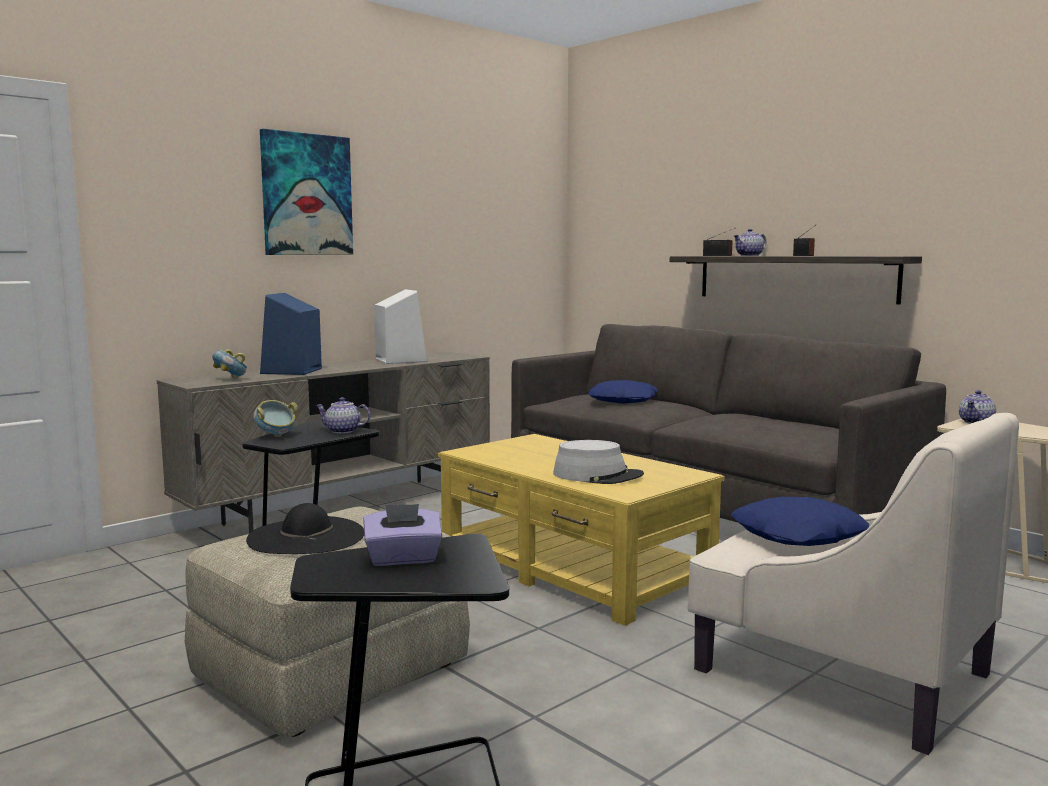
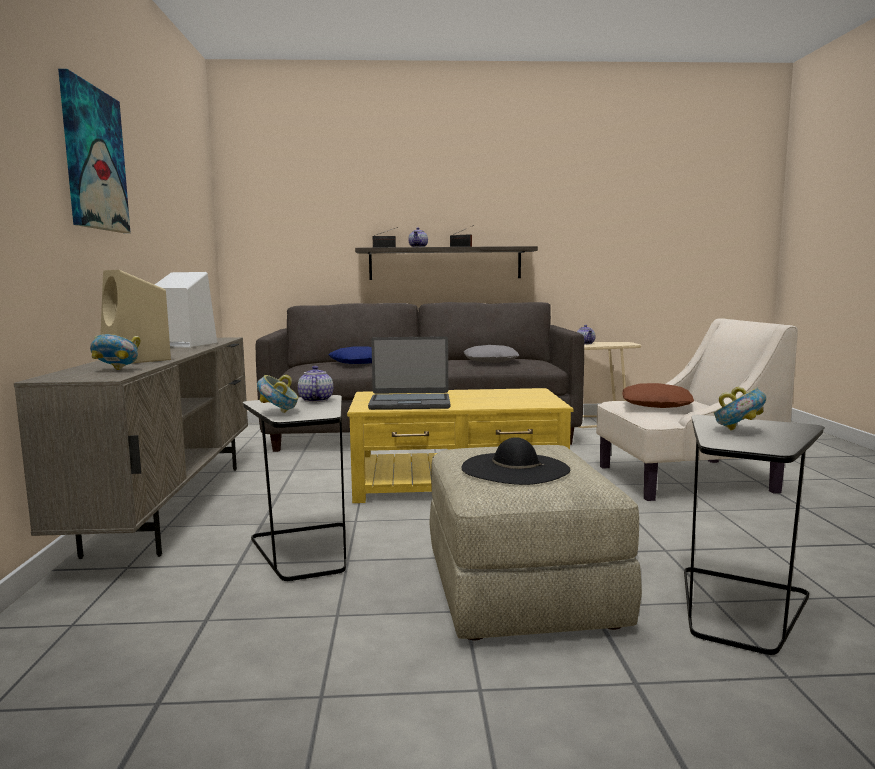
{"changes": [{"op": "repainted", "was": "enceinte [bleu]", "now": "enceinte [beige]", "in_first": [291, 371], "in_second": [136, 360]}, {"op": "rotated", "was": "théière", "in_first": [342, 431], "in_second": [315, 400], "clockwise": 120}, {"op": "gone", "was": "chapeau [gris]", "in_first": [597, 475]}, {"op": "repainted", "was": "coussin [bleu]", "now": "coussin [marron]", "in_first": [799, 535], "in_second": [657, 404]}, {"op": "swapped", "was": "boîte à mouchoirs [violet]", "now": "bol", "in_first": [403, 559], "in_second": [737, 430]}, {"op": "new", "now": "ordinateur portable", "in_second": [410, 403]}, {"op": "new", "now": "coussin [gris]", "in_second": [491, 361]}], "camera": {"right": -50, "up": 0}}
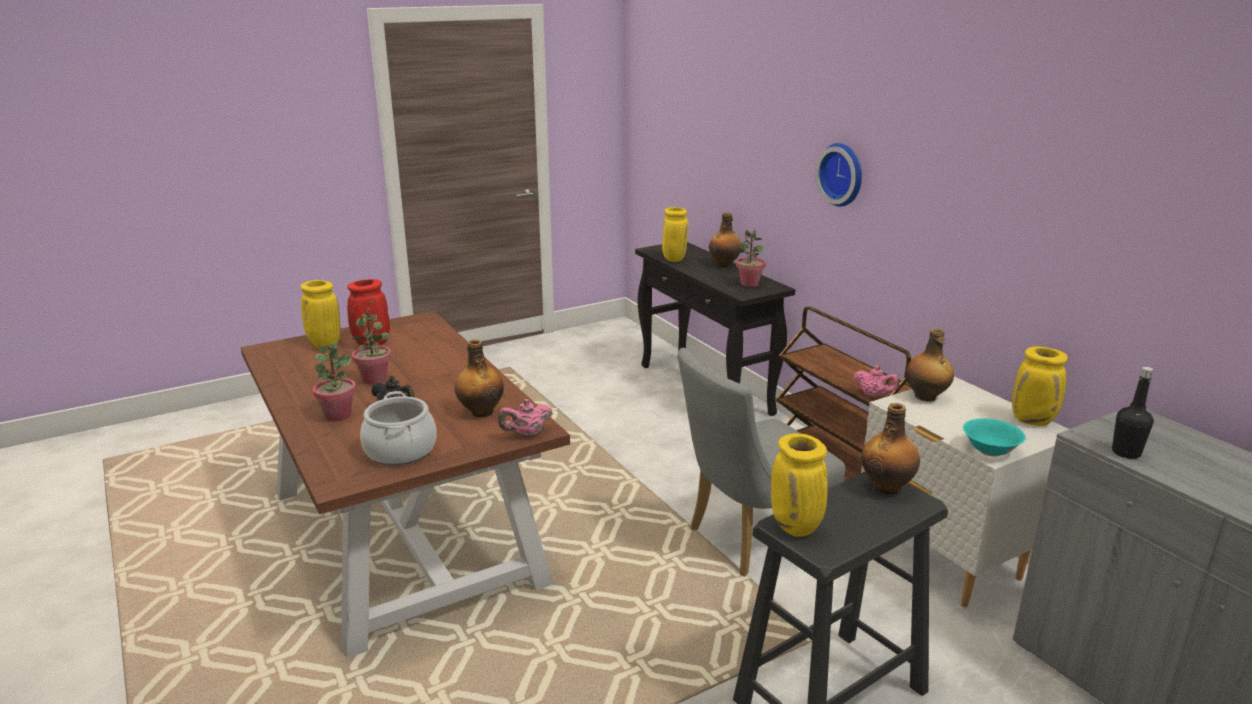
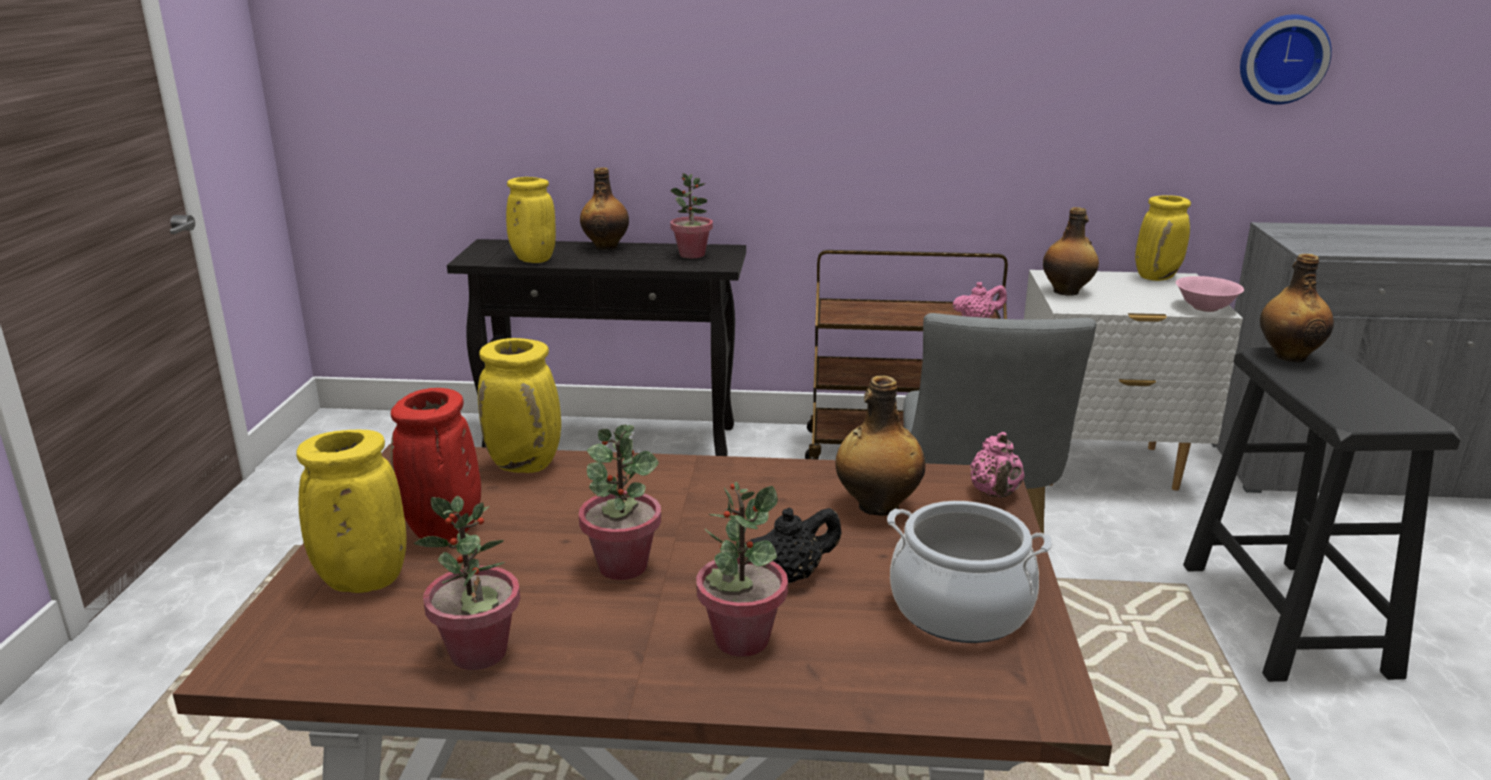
{"changes": [{"op": "shifted", "was": "horloge murale", "in_first": [843, 174], "in_second": [1282, 59]}, {"op": "gone", "was": "bouteille [noir]", "in_first": [1126, 453]}, {"op": "repainted", "was": "bol [turquoise]", "now": "bol [rose]", "in_first": [990, 450], "in_second": [1205, 307]}, {"op": "shifted", "was": "vase [jaune]", "in_first": [796, 528], "in_second": [527, 465]}, {"op": "new", "now": "plante en pot", "in_second": [479, 653]}], "camera": {"right": -55, "up": 0}}
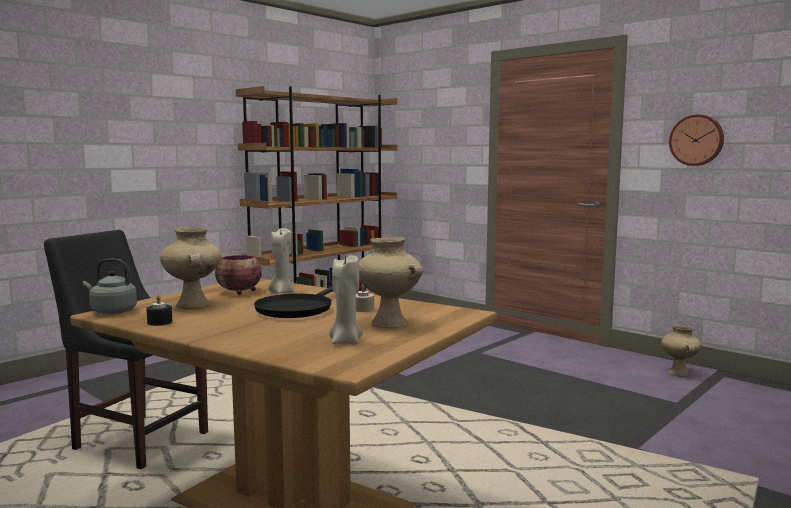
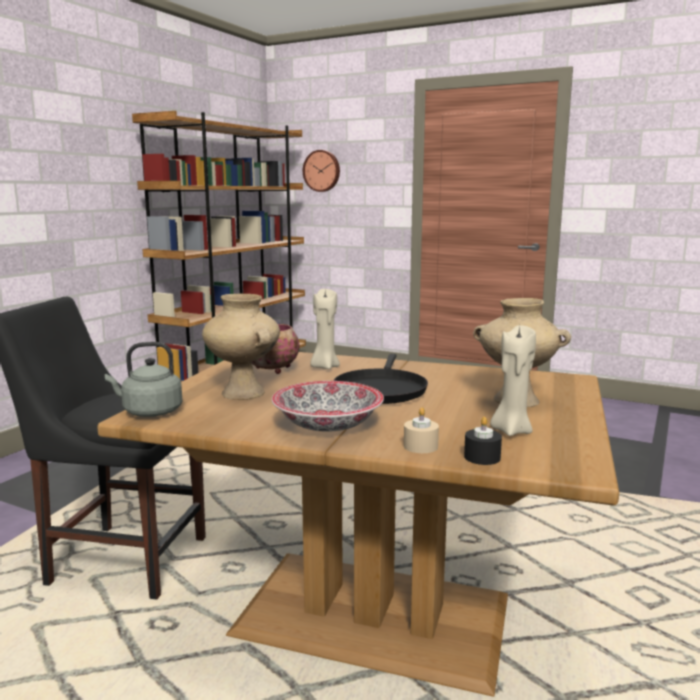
{"changes": [{"op": "shifted", "was": "horloge murale", "in_first": [697, 140], "in_second": [322, 171]}, {"op": "shifted", "was": "bougie [beige]", "in_first": [363, 309], "in_second": [420, 446]}, {"op": "shifted", "was": "bougie [noir]", "in_first": [159, 322], "in_second": [482, 457]}, {"op": "gone", "was": "vase [beige]", "in_first": [679, 373]}, {"op": "new", "now": "bol", "in_second": [328, 425]}], "camera": {"right": -15, "up": 5}}
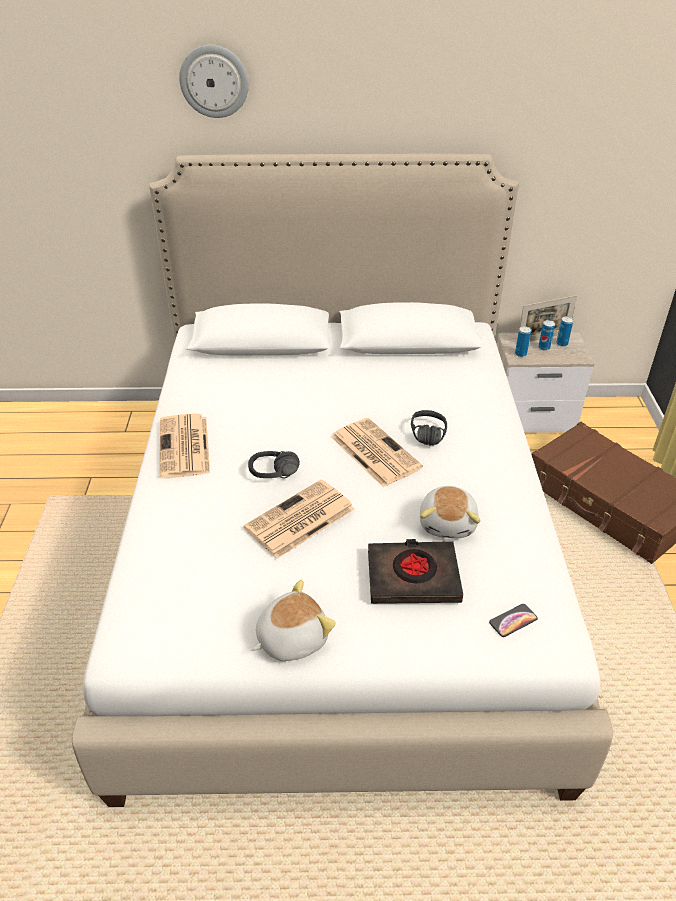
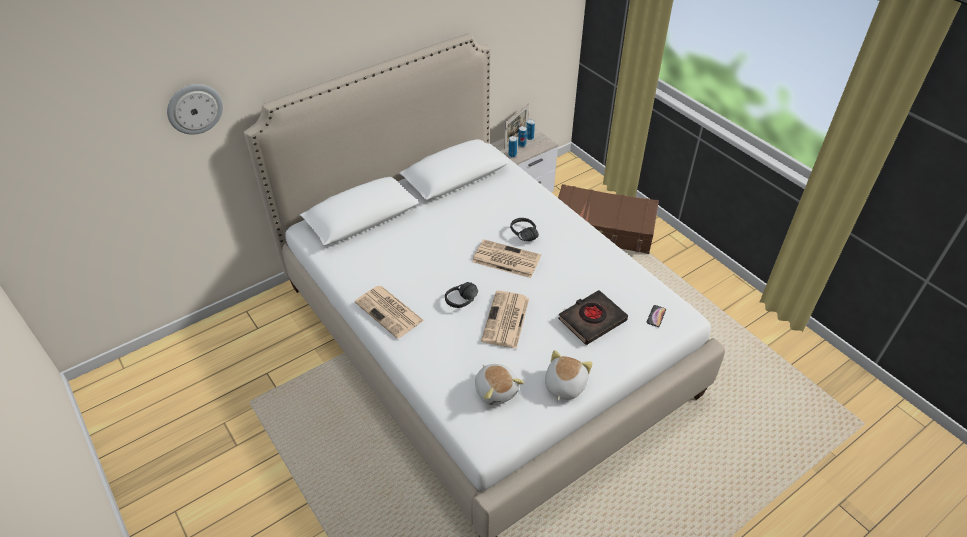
{"changes": [{"op": "shifted", "was": "horloge murale", "in_first": [214, 81], "in_second": [194, 108]}, {"op": "shifted", "was": "peluche", "in_first": [448, 523], "in_second": [496, 390]}], "camera": {"right": -35, "up": 5}}
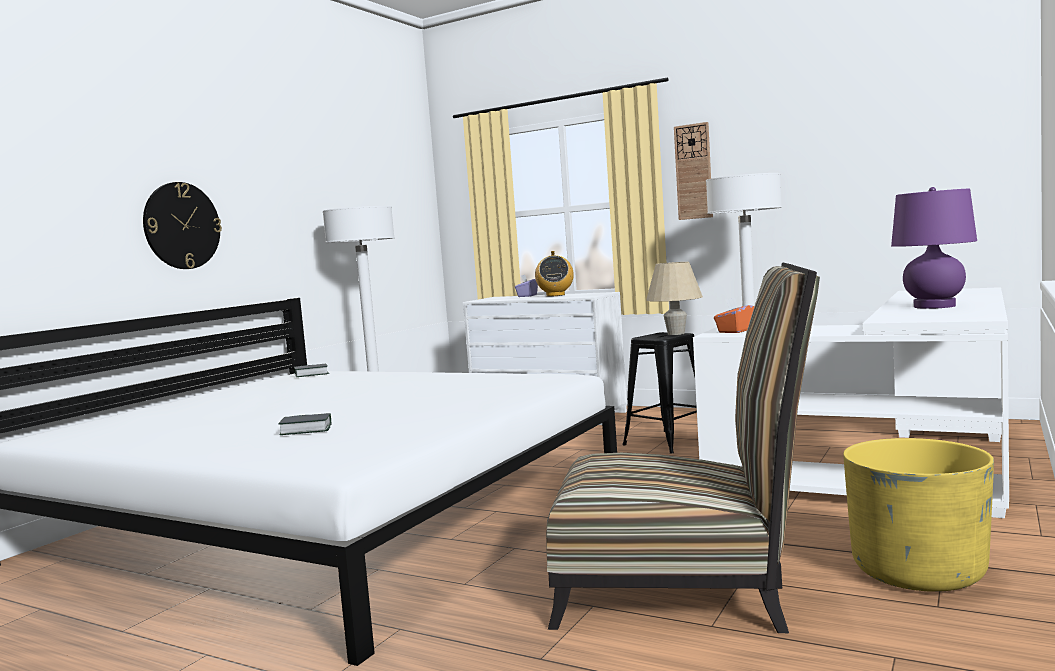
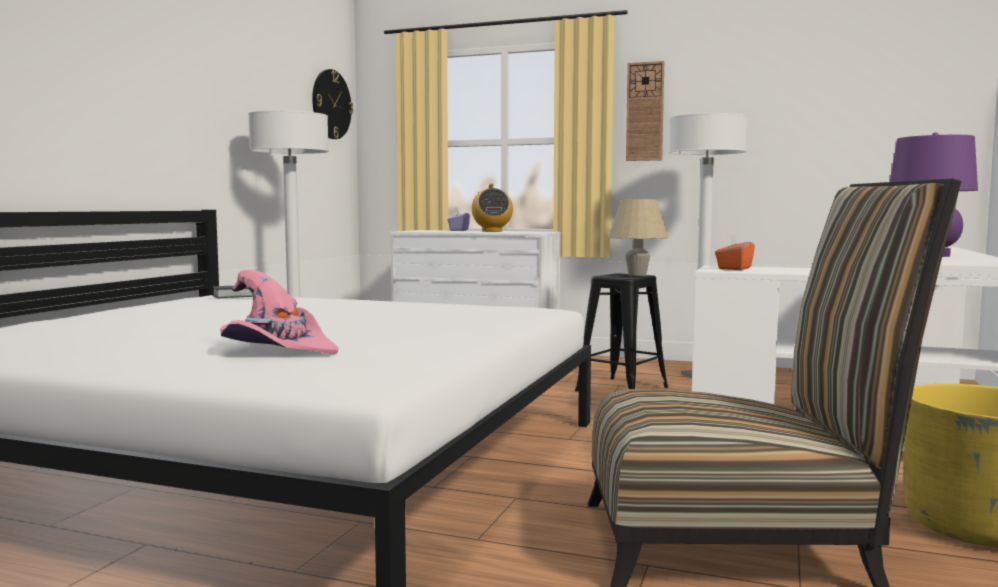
{"changes": [{"op": "shifted", "was": "horloge murale", "in_first": [182, 226], "in_second": [331, 104]}, {"op": "swapped", "was": "livre", "now": "chapeau [rose]", "in_first": [306, 430], "in_second": [278, 350]}], "camera": {"right": -10, "up": 0}}
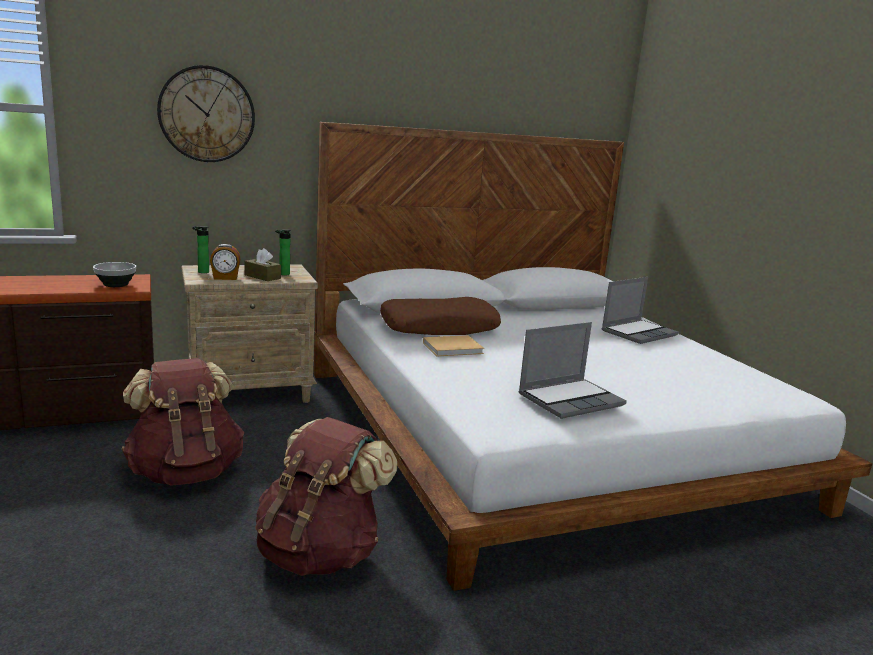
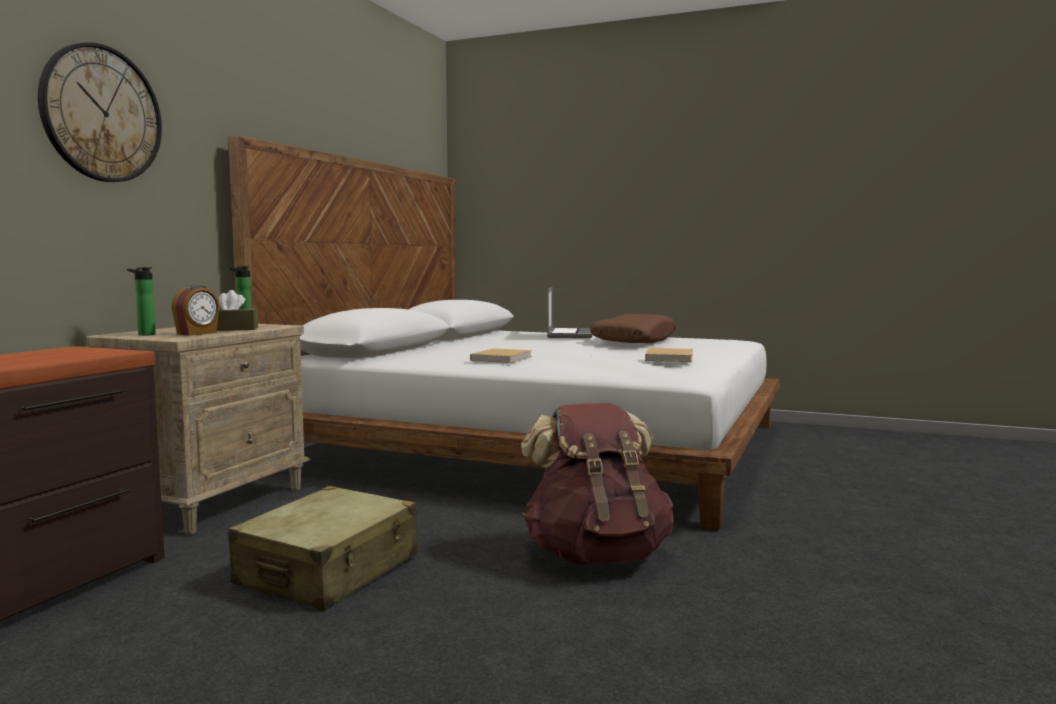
{"changes": [{"op": "gone", "was": "bol", "in_first": [115, 284]}, {"op": "shifted", "was": "coussin [marron]", "in_first": [439, 328], "in_second": [633, 341]}, {"op": "swapped", "was": "ordinateur portable", "now": "livre [beige]", "in_first": [571, 399], "in_second": [669, 357]}, {"op": "swapped", "was": "sac à dos [marron]", "now": "valise [beige]", "in_first": [185, 472], "in_second": [329, 571]}], "camera": {"right": -45, "up": -10}}
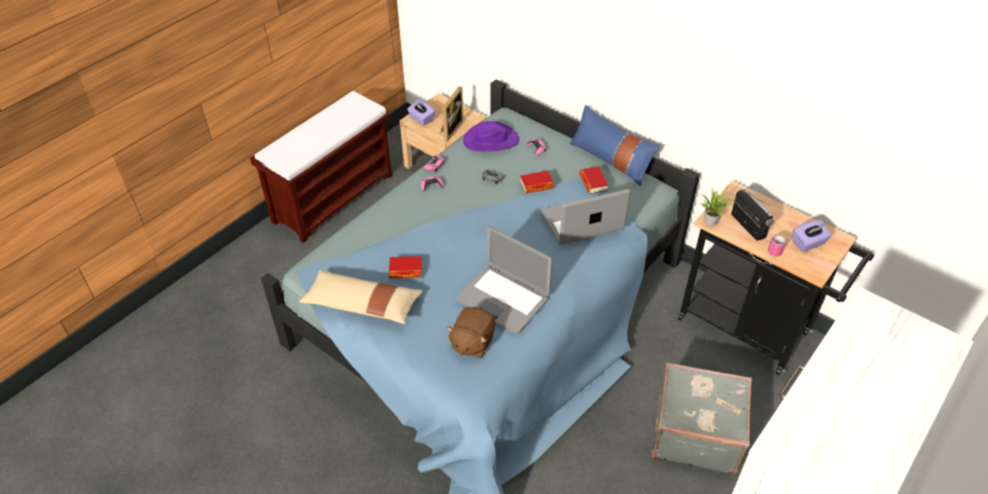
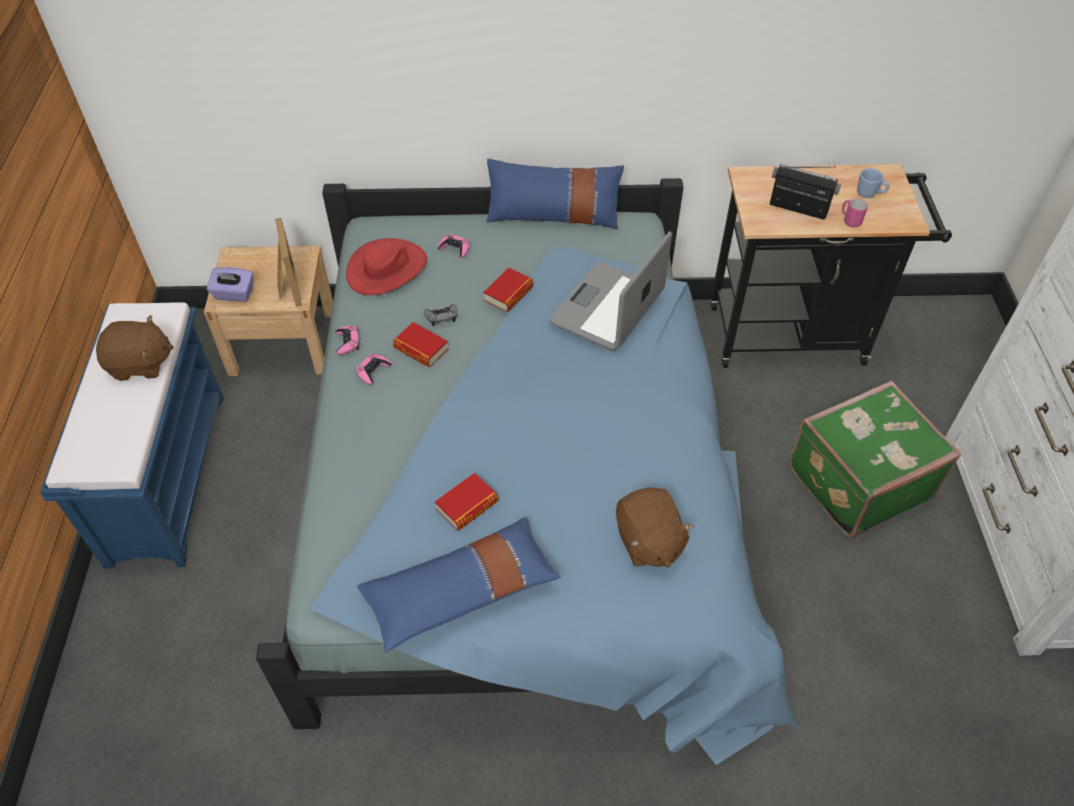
{"changes": [{"op": "repainted", "was": "banc [marron]", "now": "banc [bleu]", "in_first": [334, 197], "in_second": [167, 475]}, {"op": "repainted", "was": "chapeau [violet]", "now": "chapeau [rouge]", "in_first": [491, 140], "in_second": [387, 269]}, {"op": "shifted", "was": "livre", "in_first": [593, 183], "in_second": [421, 349]}, {"op": "gone", "was": "plante en pot", "in_first": [711, 221]}, {"op": "swapped", "was": "boîte à mouchoirs [violet]", "now": "mug [bleu]", "in_first": [808, 243], "in_second": [869, 194]}, {"op": "gone", "was": "ordinateur portable", "in_first": [503, 299]}, {"op": "repainted", "was": "coussin [beige]", "now": "coussin [bleu]", "in_first": [362, 305], "in_second": [460, 592]}, {"op": "repainted", "was": "valise [gris]", "now": "valise [vert]", "in_first": [694, 433], "in_second": [856, 480]}, {"op": "new", "now": "peluche [marron]", "in_second": [140, 364]}], "camera": {"right": -40, "up": 5}}
